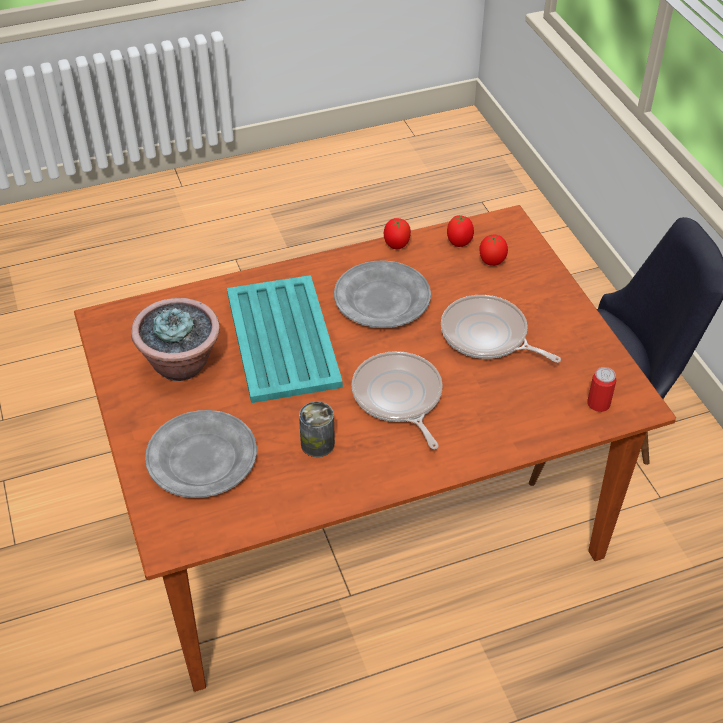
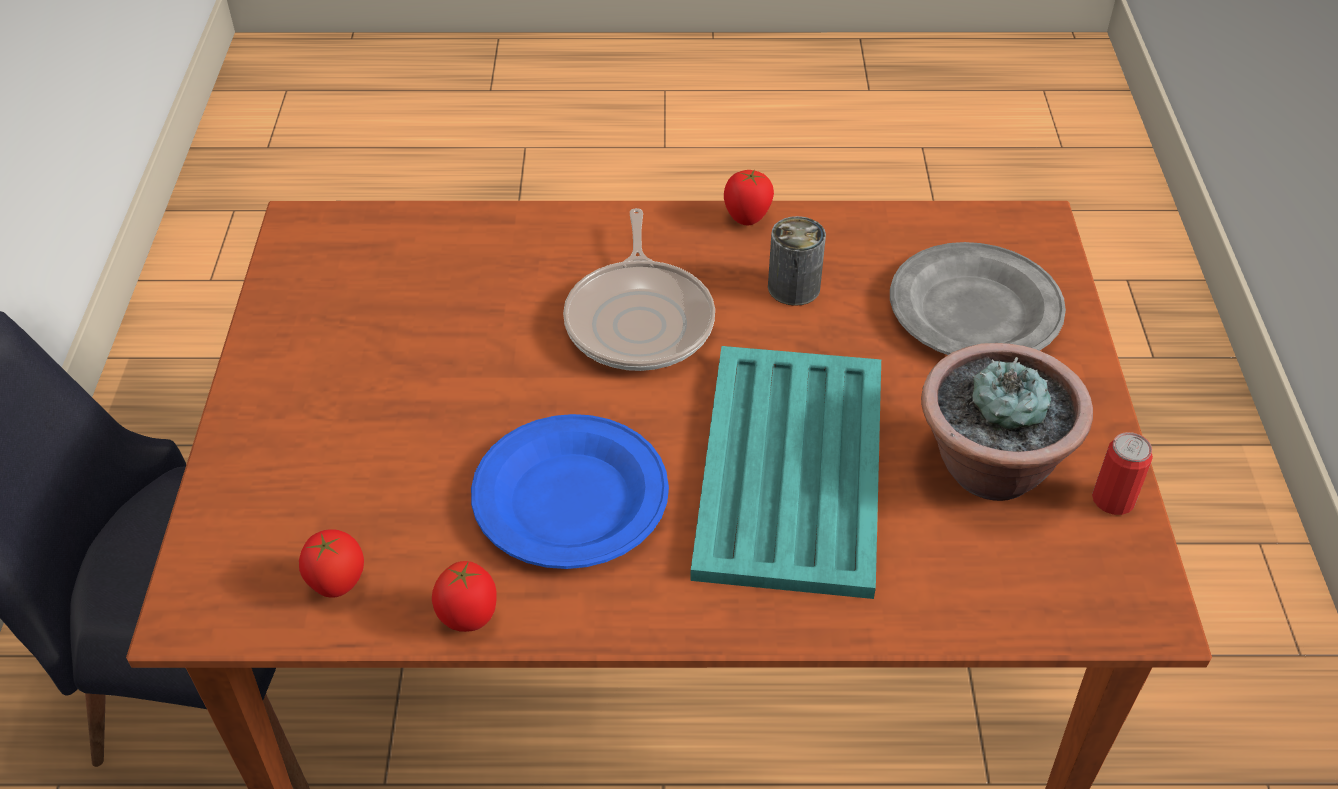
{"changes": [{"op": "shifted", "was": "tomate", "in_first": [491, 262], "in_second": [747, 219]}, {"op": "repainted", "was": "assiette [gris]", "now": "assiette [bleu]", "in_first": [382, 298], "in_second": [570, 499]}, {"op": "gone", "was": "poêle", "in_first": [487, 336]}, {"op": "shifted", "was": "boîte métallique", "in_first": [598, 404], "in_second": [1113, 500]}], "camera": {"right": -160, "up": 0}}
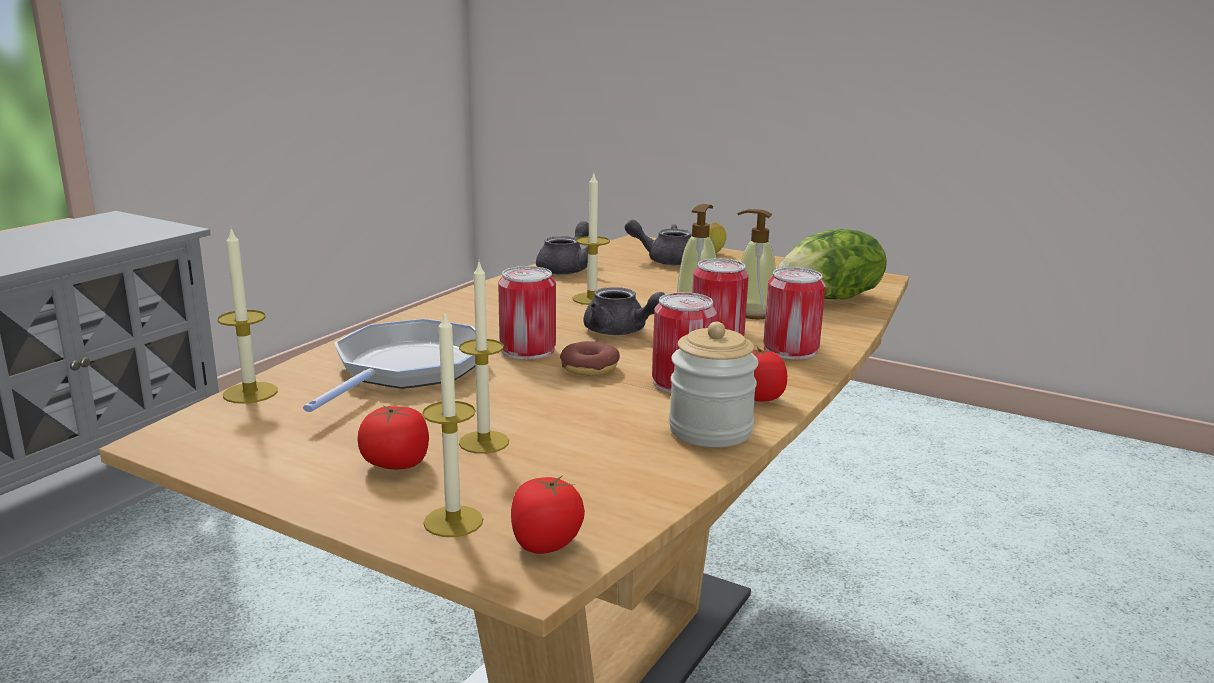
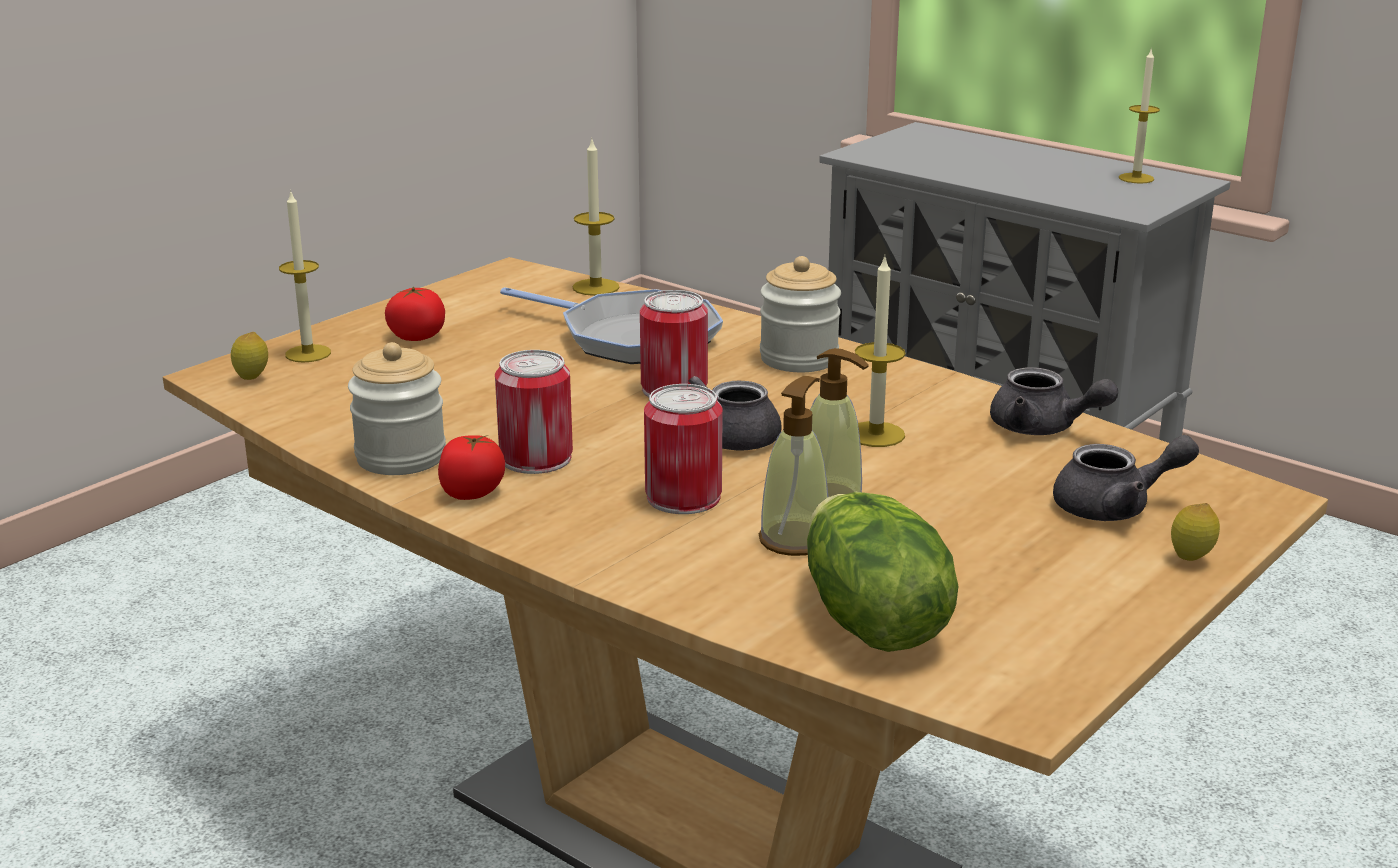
{"changes": [{"op": "rotated", "was": "théière [gris]", "in_first": [665, 260], "in_second": [1115, 507], "clockwise": 60}, {"op": "shifted", "was": "bougie", "in_first": [484, 442], "in_second": [1136, 178]}, {"op": "gone", "was": "boîte métallique", "in_first": [790, 349]}, {"op": "gone", "was": "beignet", "in_first": [589, 368]}, {"op": "swapped", "was": "tomate", "now": "citron", "in_first": [545, 542], "in_second": [252, 379]}, {"op": "new", "now": "bocal", "in_second": [799, 359]}], "camera": {"right": 100, "up": 5}}
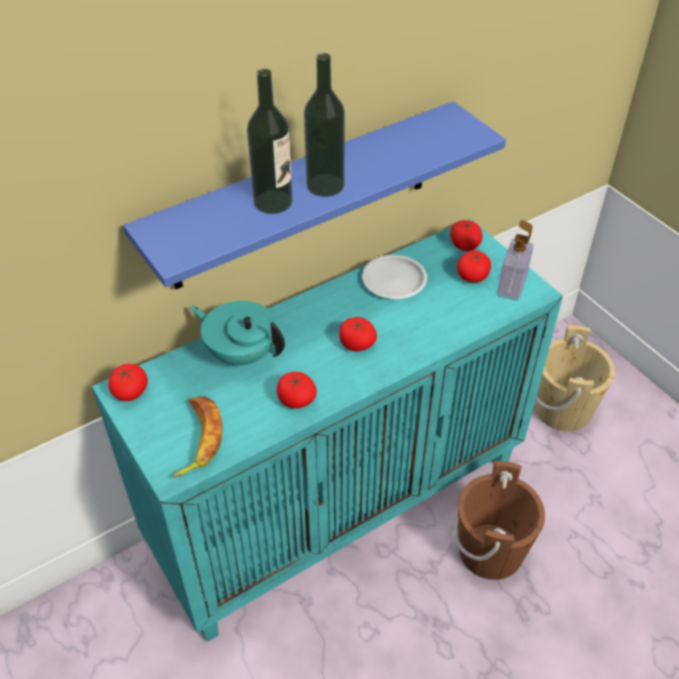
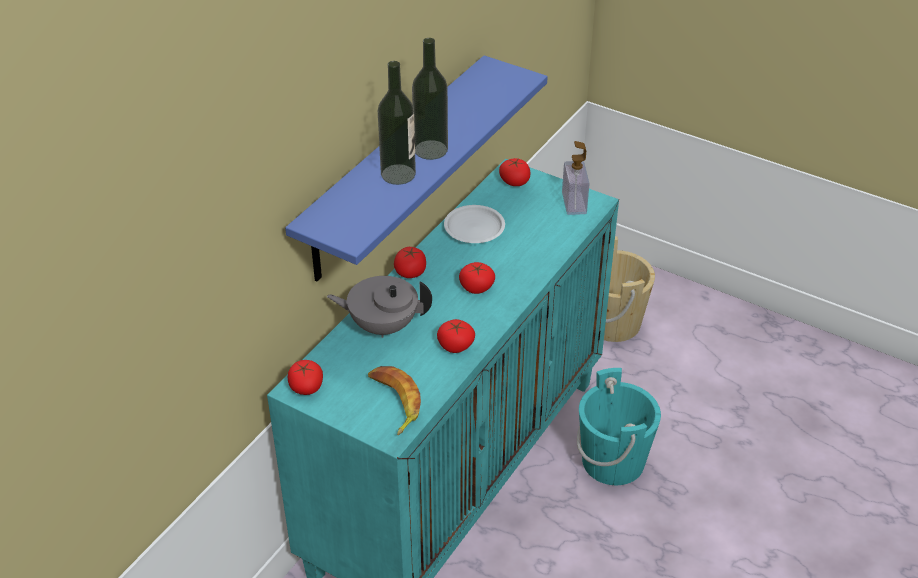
{"changes": [{"op": "shifted", "was": "tomate", "in_first": [472, 275], "in_second": [410, 271]}, {"op": "repainted", "was": "théière [turquoise]", "now": "théière [gris]", "in_first": [241, 353], "in_second": [382, 325]}, {"op": "repainted", "was": "seau [marron]", "now": "seau [turquoise]", "in_first": [490, 550], "in_second": [613, 461]}], "camera": {"right": -25, "up": -5}}
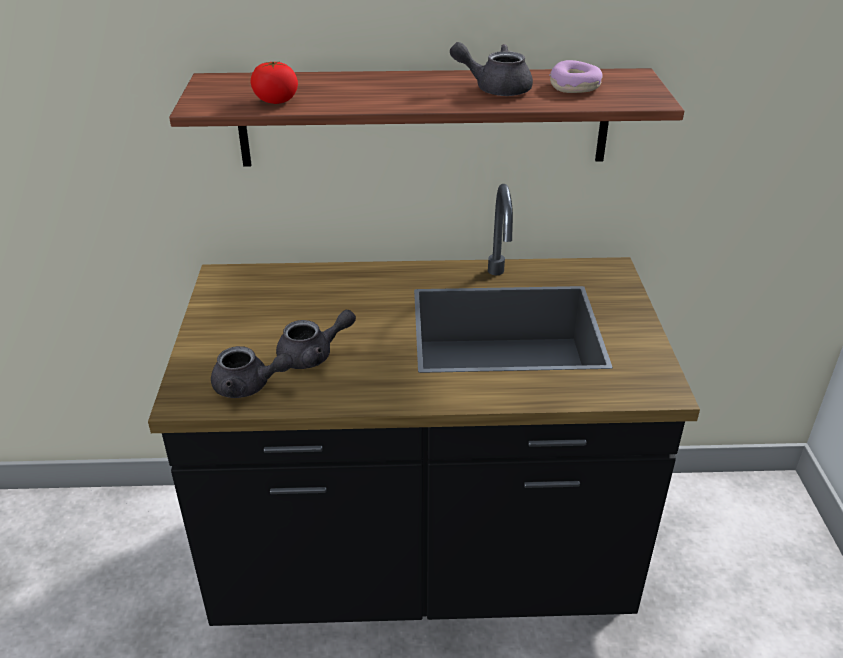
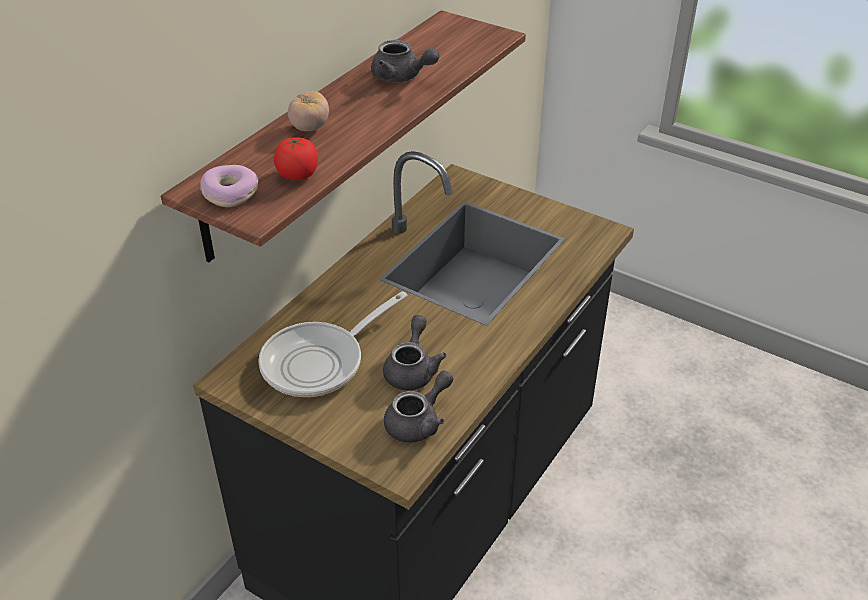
{"changes": [{"op": "rotated", "was": "théière [gris]", "in_first": [495, 88], "in_second": [401, 77], "clockwise": -105}, {"op": "shifted", "was": "beignet", "in_first": [575, 86], "in_second": [230, 193]}, {"op": "new", "now": "tomate", "in_second": [309, 127]}, {"op": "new", "now": "poêle", "in_second": [320, 362]}], "camera": {"right": -55, "up": 5}}
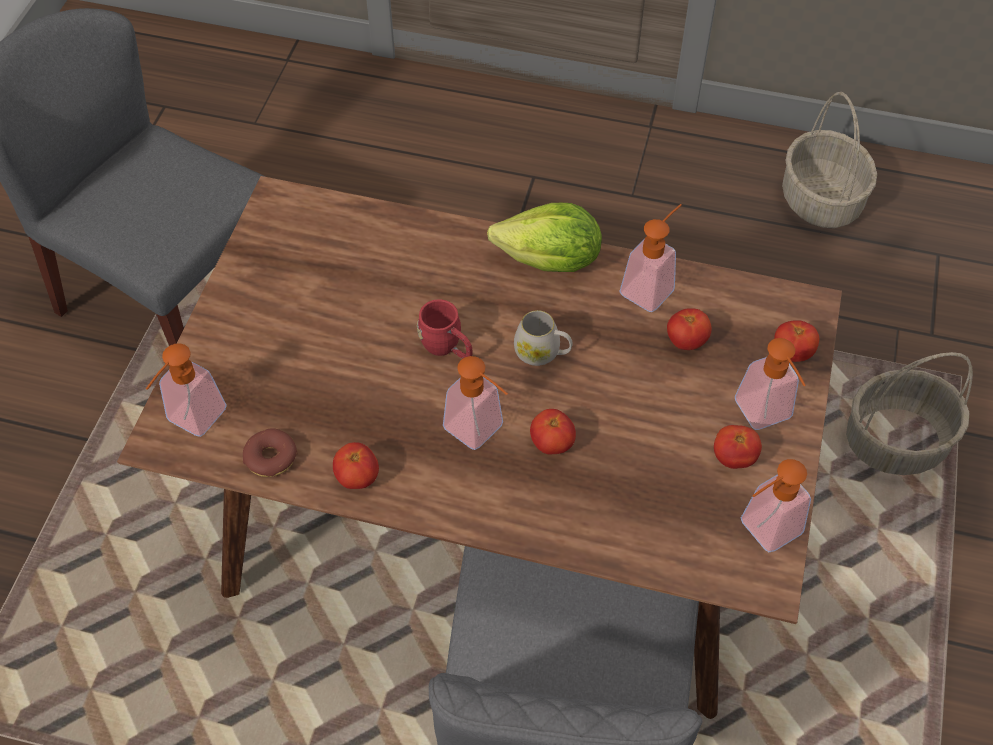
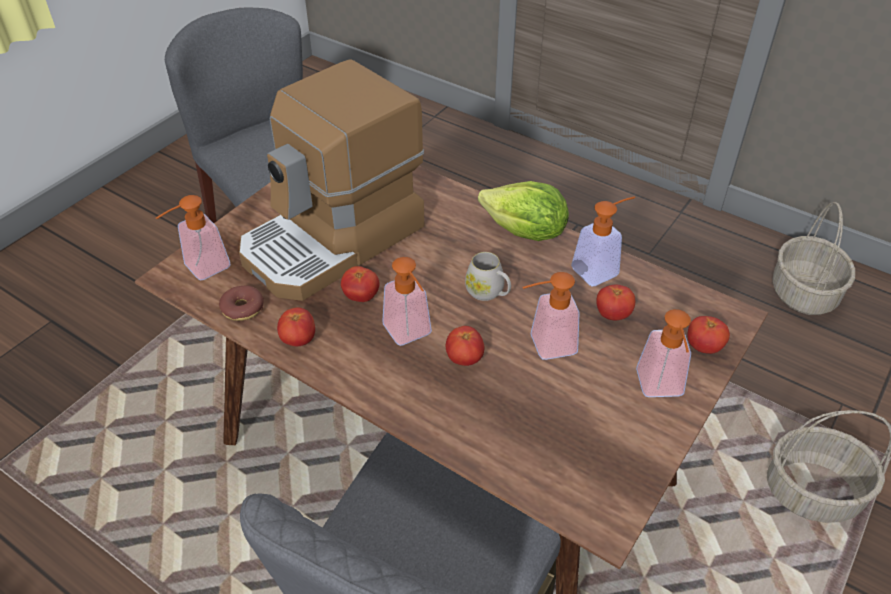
{"changes": [{"op": "gone", "was": "mug [rouge]", "in_first": [447, 348]}, {"op": "shifted", "was": "tomate", "in_first": [734, 458], "in_second": [361, 296]}, {"op": "shifted", "was": "distributeur de savon", "in_first": [762, 532], "in_second": [544, 346]}, {"op": "new", "now": "machine à café", "in_second": [334, 241]}], "camera": {"right": 20, "up": -10}}
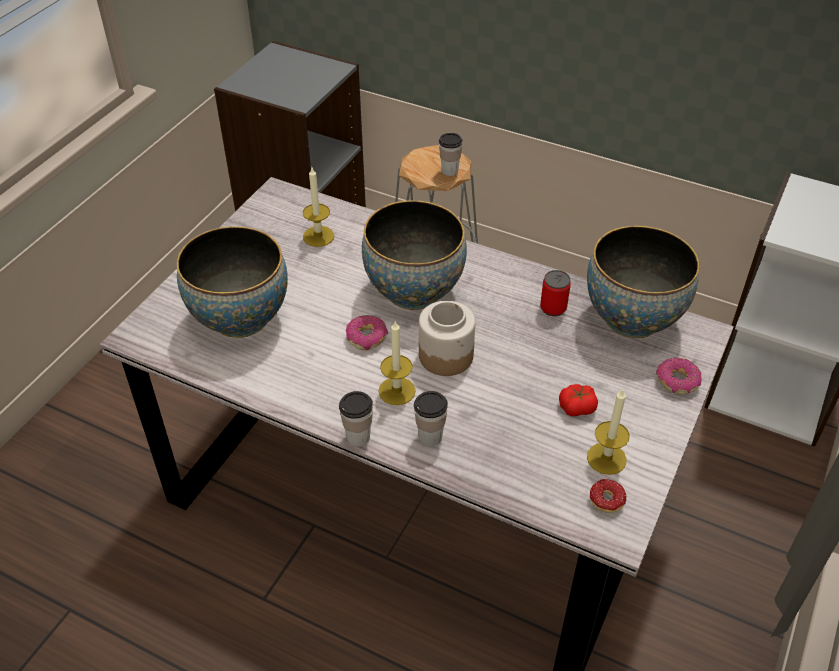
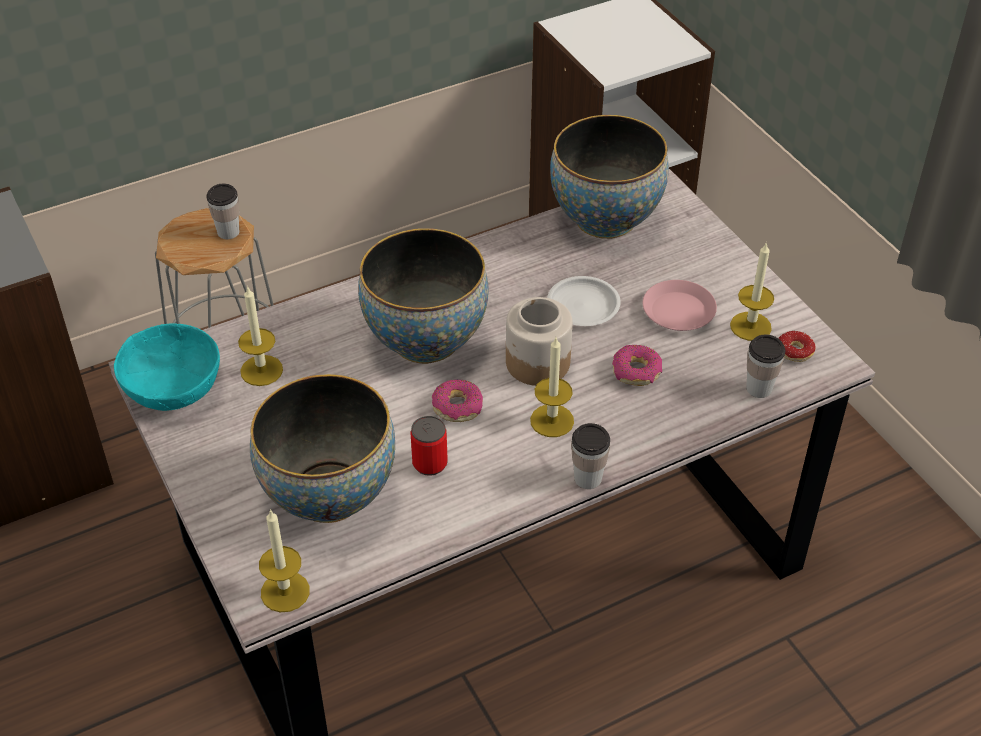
{"changes": [{"op": "shifted", "was": "boîte métallique", "in_first": [553, 308], "in_second": [430, 463]}, {"op": "shifted", "was": "beignet", "in_first": [677, 381], "in_second": [636, 372]}, {"op": "swapped", "was": "tomate", "now": "assiette [rose]", "in_first": [576, 407], "in_second": [678, 312]}, {"op": "shifted", "was": "tasse", "in_first": [430, 437], "in_second": [759, 388]}, {"op": "new", "now": "assiette [blanc]", "in_second": [584, 305]}, {"op": "new", "now": "bol [turquoise]", "in_second": [173, 388]}, {"op": "new", "now": "bougie", "in_second": [285, 592]}], "camera": {"right": -55, "up": 0}}
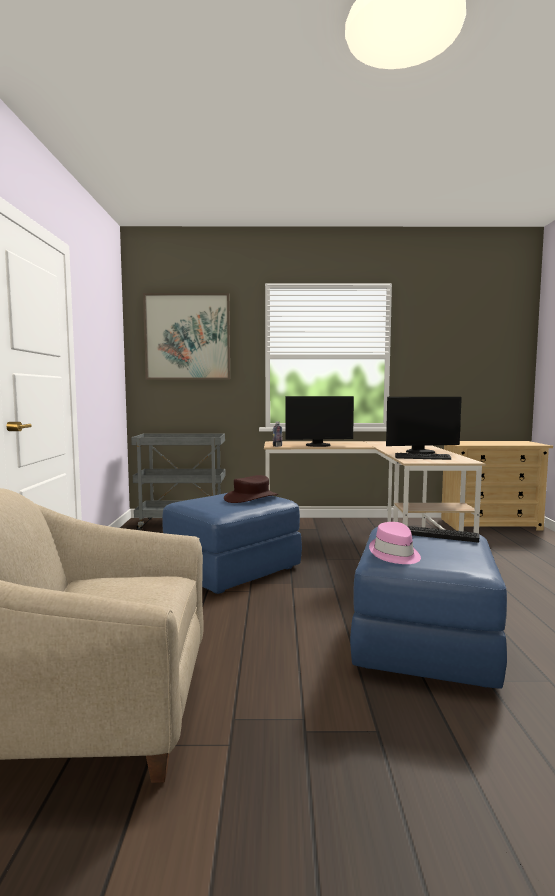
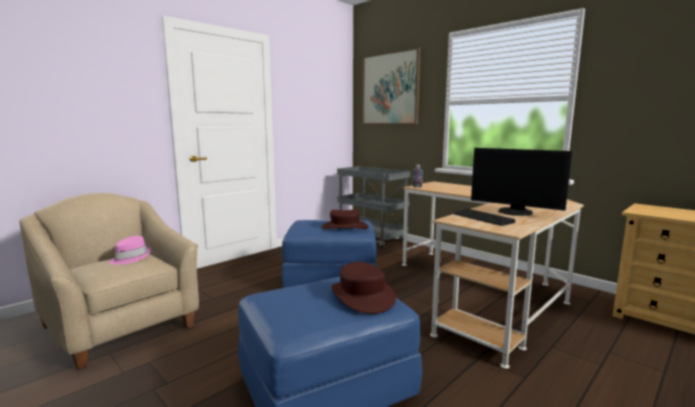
{"changes": [{"op": "gone", "was": "écran d'ordinateur", "in_first": [318, 445]}, {"op": "shifted", "was": "chapeau [rose]", "in_first": [395, 554], "in_second": [130, 257]}, {"op": "swapped", "was": "clavier", "now": "chapeau [marron]", "in_first": [440, 534], "in_second": [362, 296]}], "camera": {"right": 45, "up": 5}}
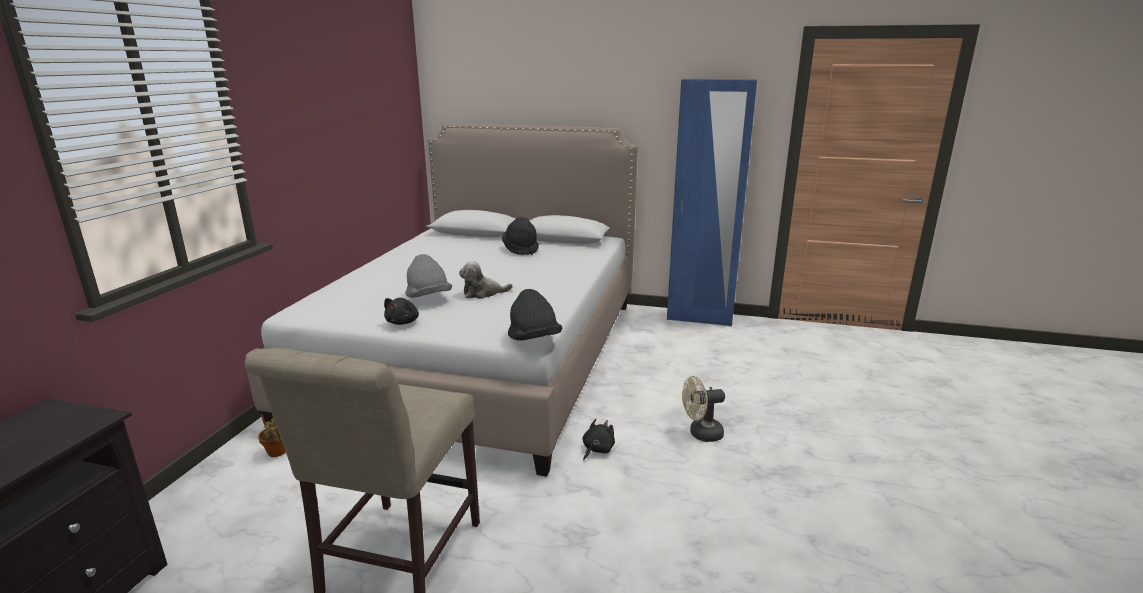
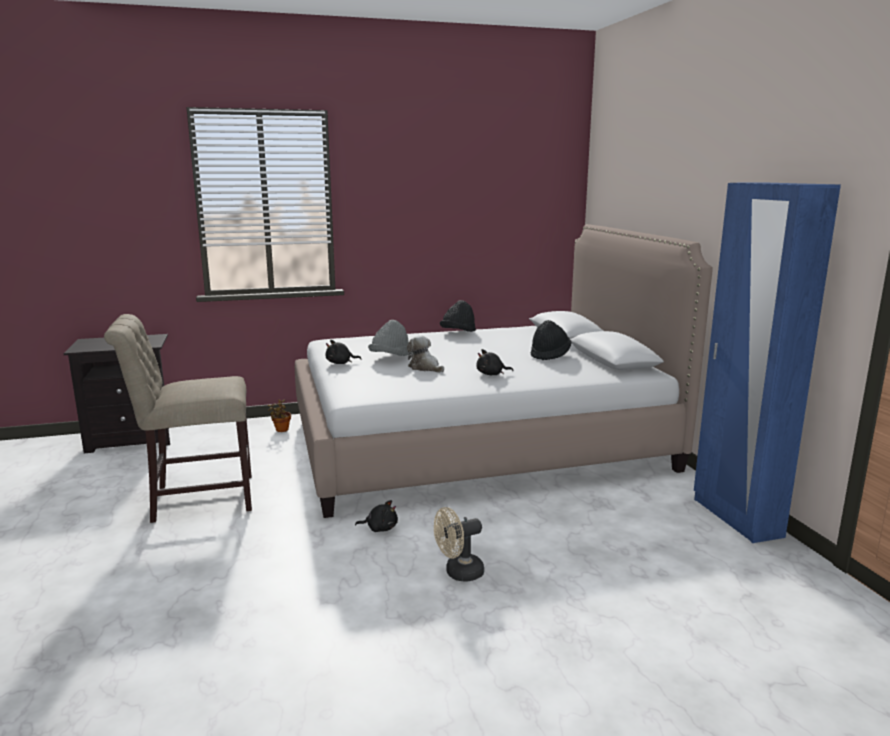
{"changes": [{"op": "shifted", "was": "chapeau [noir]", "in_first": [534, 339], "in_second": [458, 333]}, {"op": "rotated", "was": "ventilateur [beige]", "in_first": [700, 434], "in_second": [458, 573], "clockwise": -75}, {"op": "new", "now": "peluche [noir]", "in_second": [491, 374]}], "camera": {"right": 60, "up": -5}}
